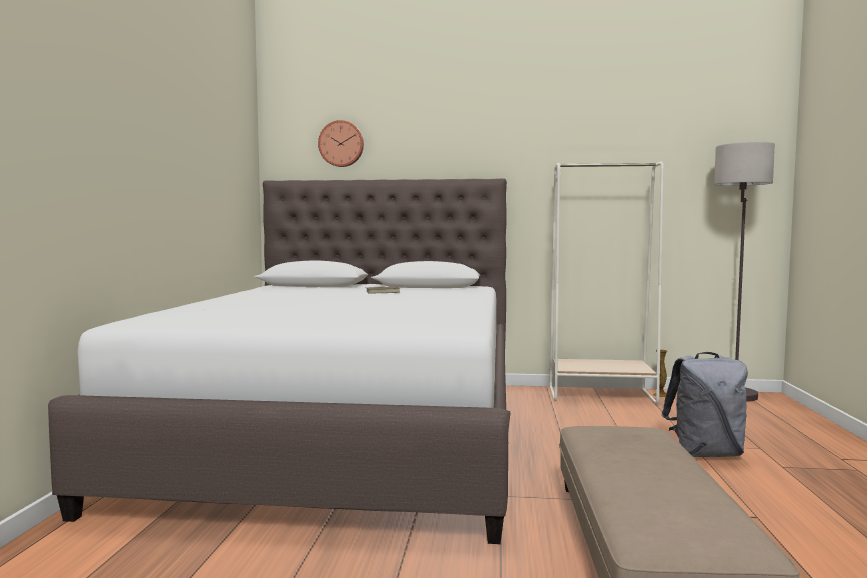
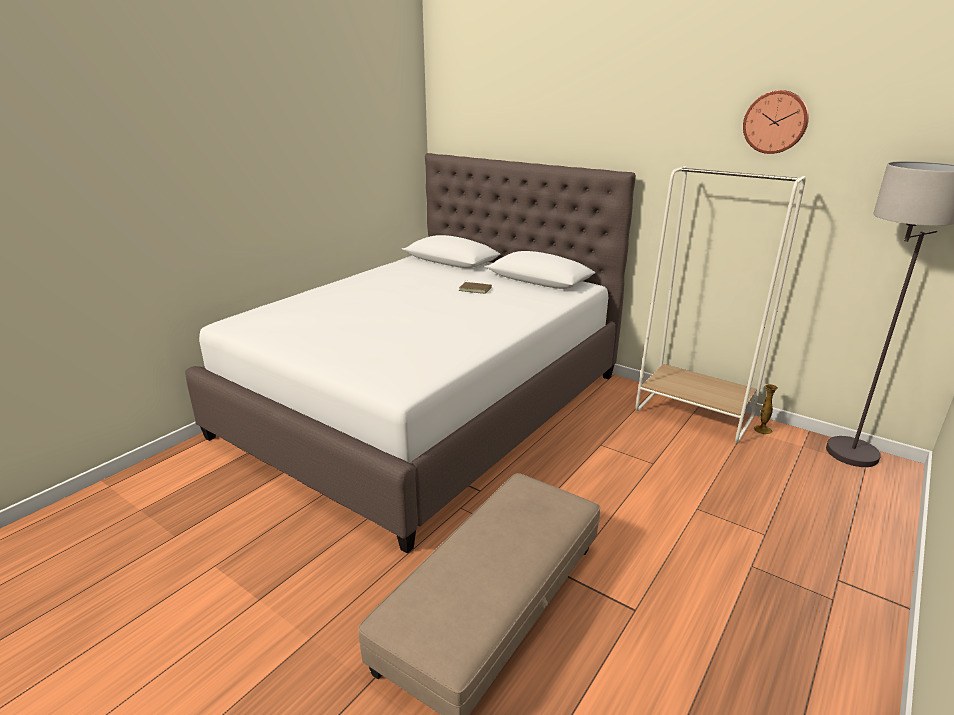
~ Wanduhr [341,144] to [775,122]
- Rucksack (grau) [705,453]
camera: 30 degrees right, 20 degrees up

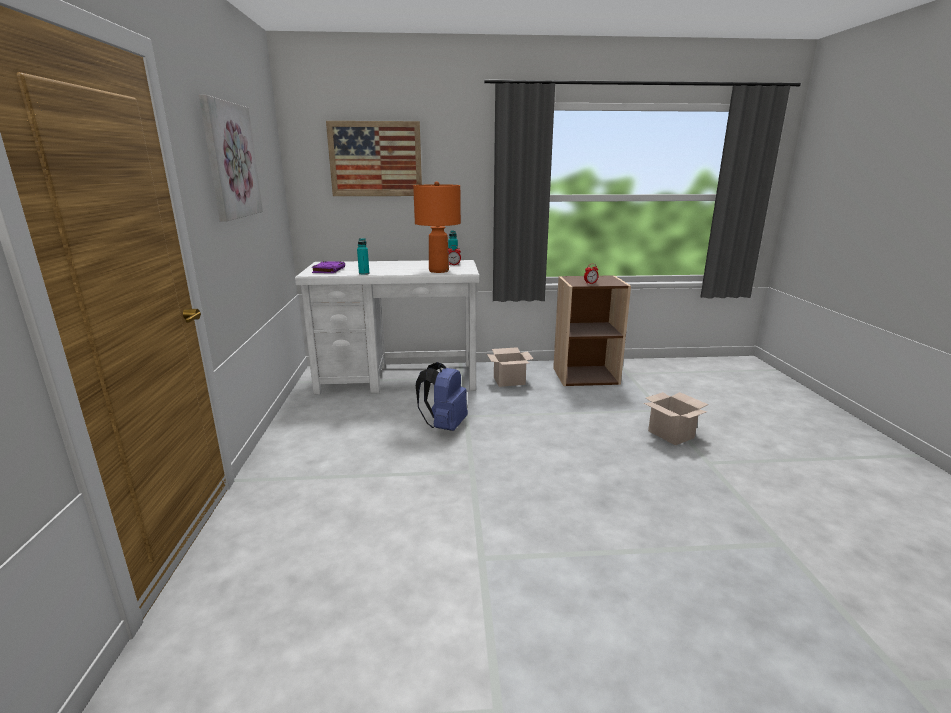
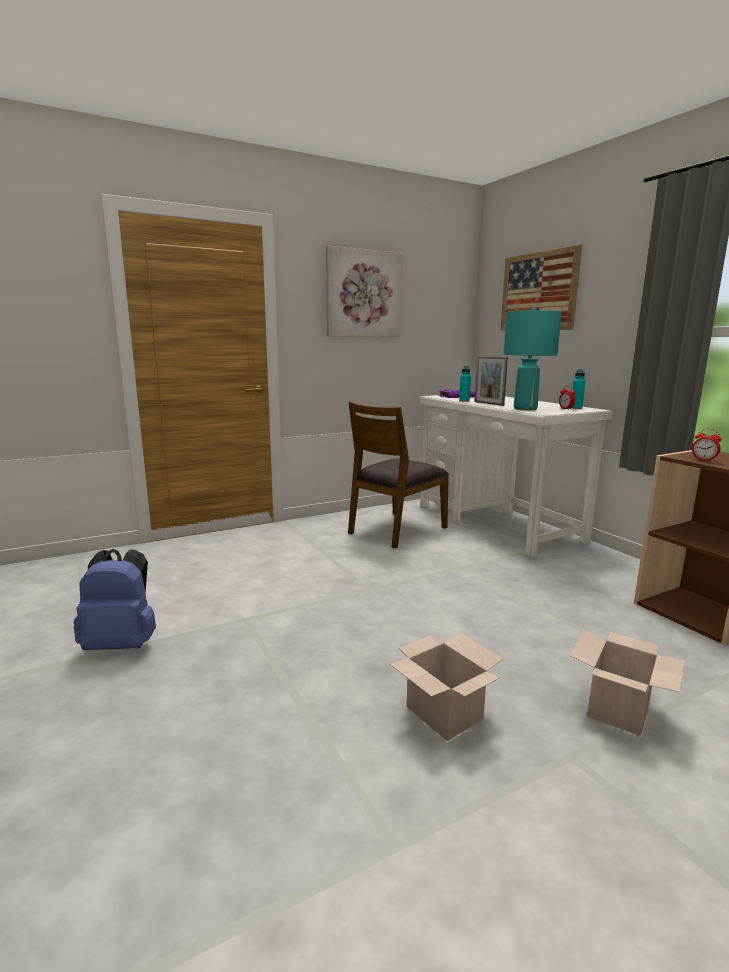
~ Tischlampe (orange) [438,271] to Tischlampe (türkis) [524,409]
~ Karton [508,381] to [442,713]
~ Rucksack (blau) [444,426] to [122,644]
+ Bilderrahmen [488,403]
+ Stuhl (braun) [396,530]
camera: 65 degrees right, 5 degrees down

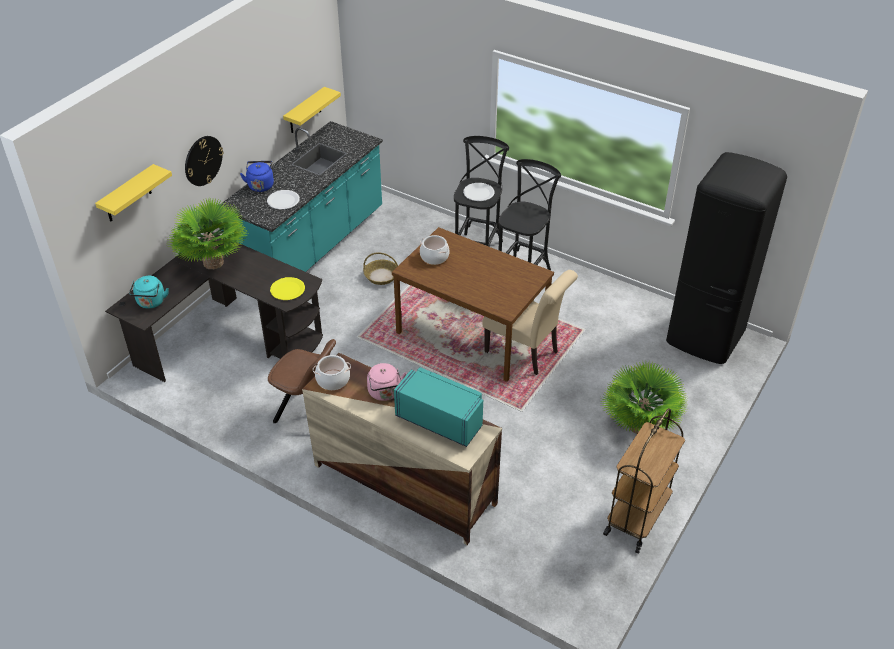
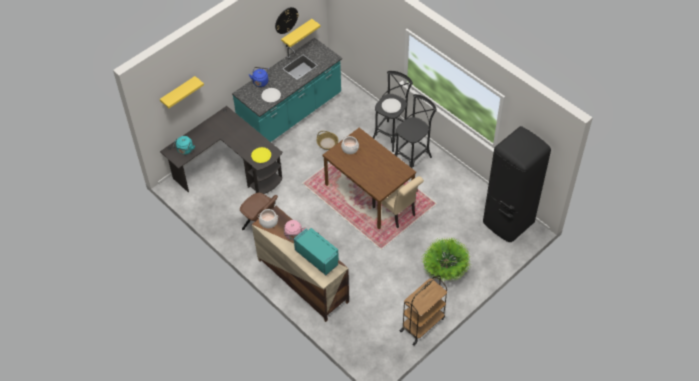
~ Wanduhr [203,160] to [286,20]
- Topfpflanze [213,262]
camera: 15 degrees right, 10 degrees up

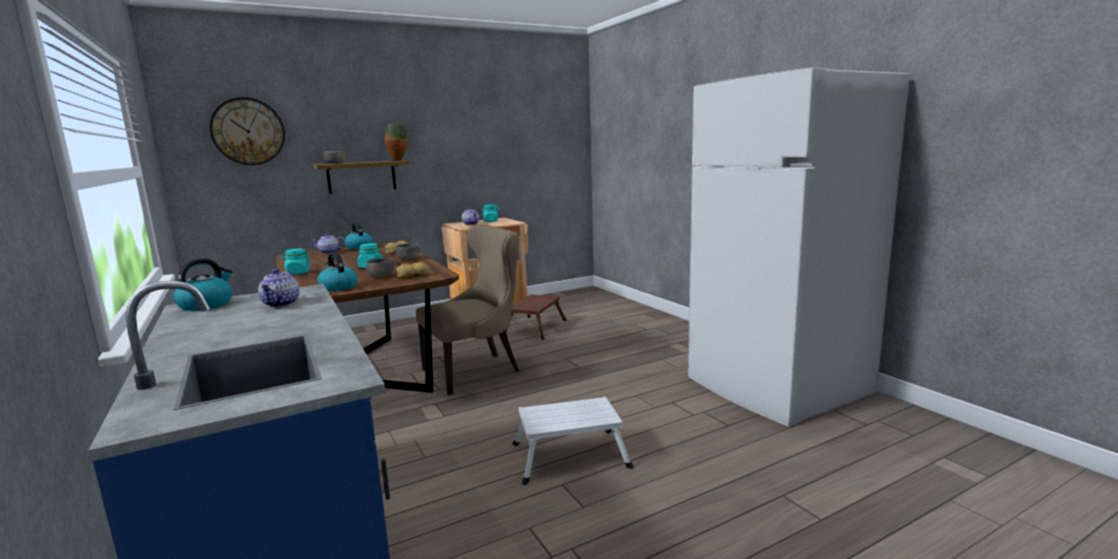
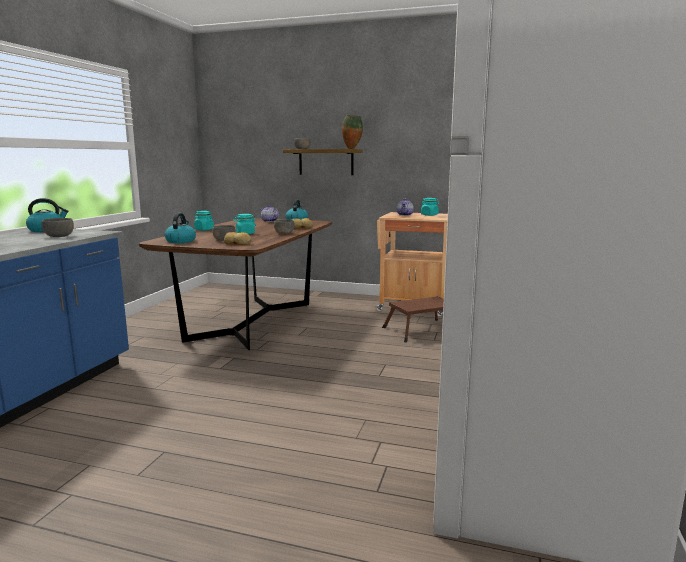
- Wanduhr [248,131]
- Stuhl (beige) [476,371]
~ Teekanne [281,304] to Schüssel (grau) [59,236]
- Trittleiter (weiß) [571,455]
camera: 45 degrees right, 0 degrees up

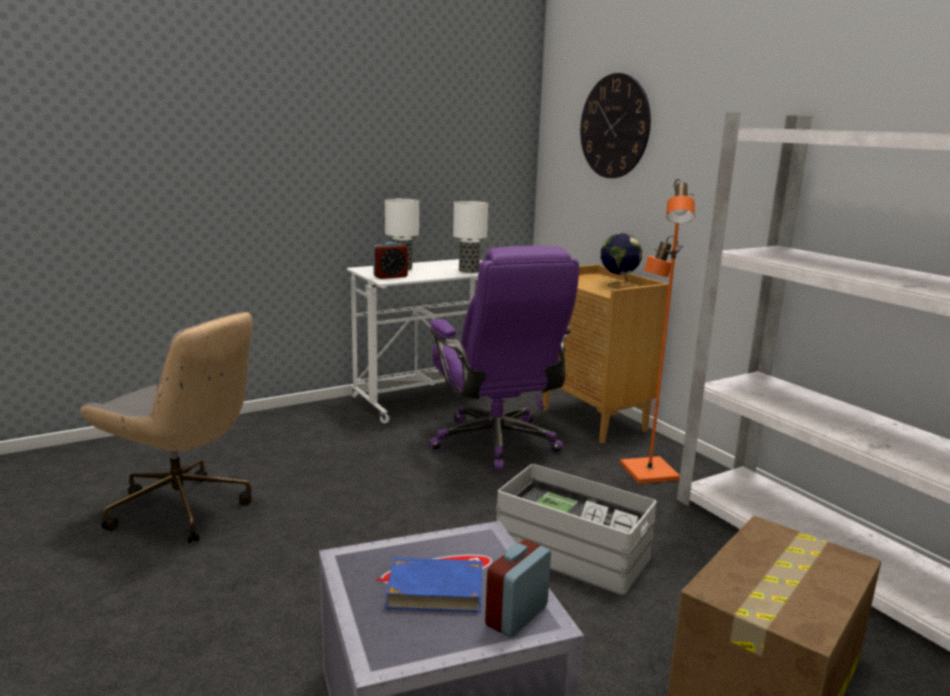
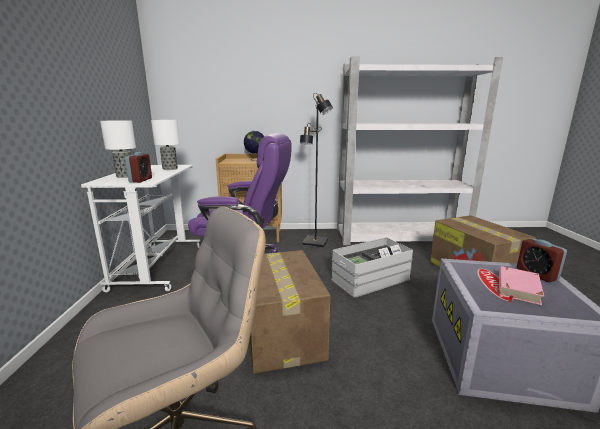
- Wanduhr [614,126]
~ Stehlampe (orange) [649,471] to Stehlampe (schwarz) [315,242]
~ Buch (blau) [435,590] to Buch (rosa) [517,288]
+ Karton [281,331]
camera: 60 degrees left, 0 degrees up

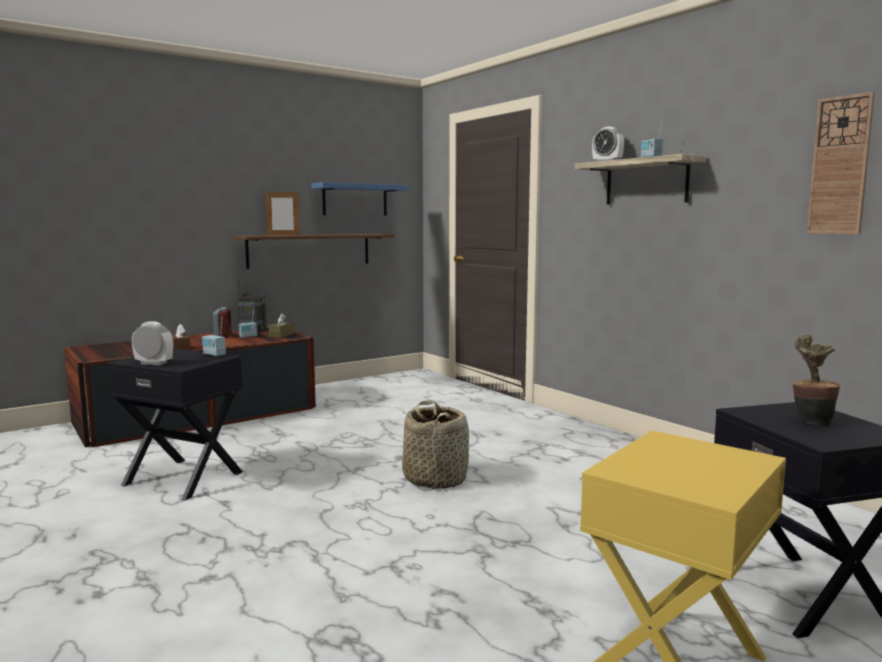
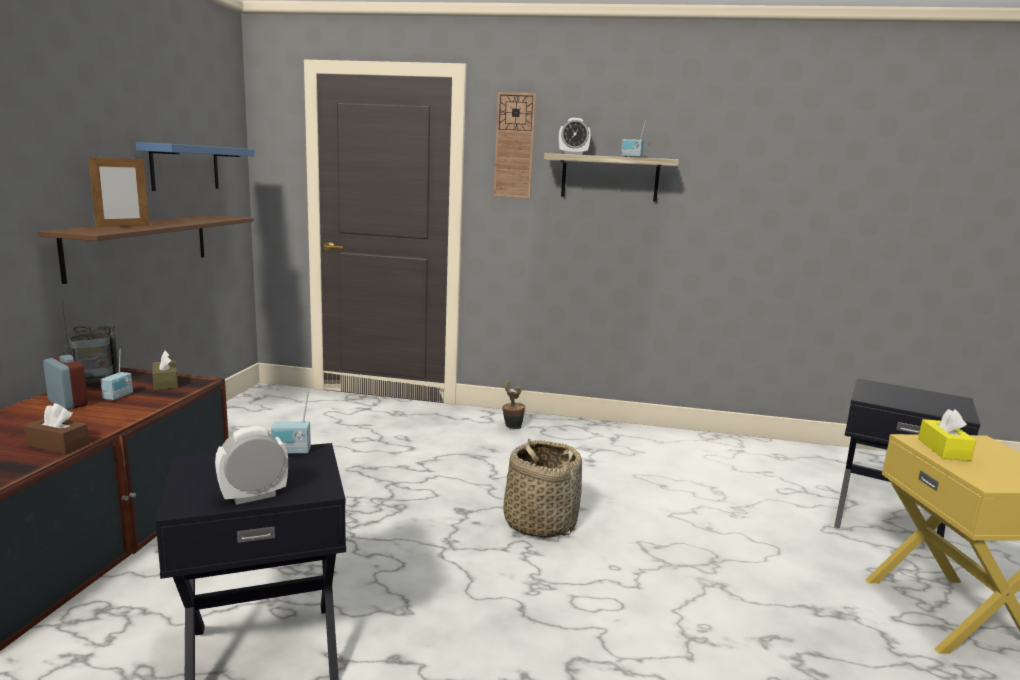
~ Wanduhr [840,166] to [514,146]
~ Topfpflanze [810,422] to [511,427]
+ Taschentuchbox (gelb) [943,449]
camera: 45 degrees left, 5 degrees up

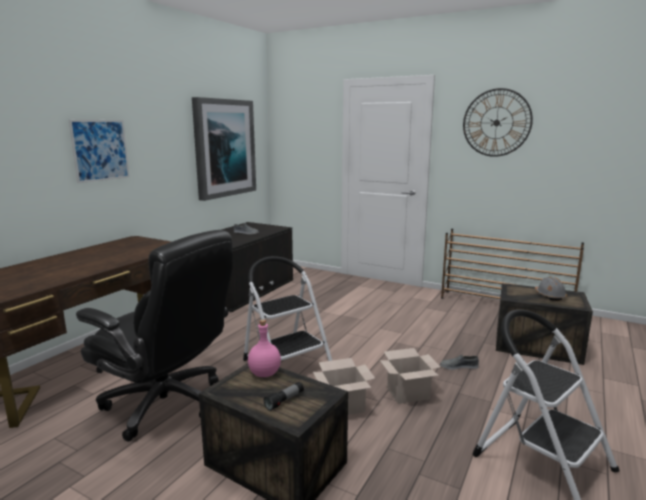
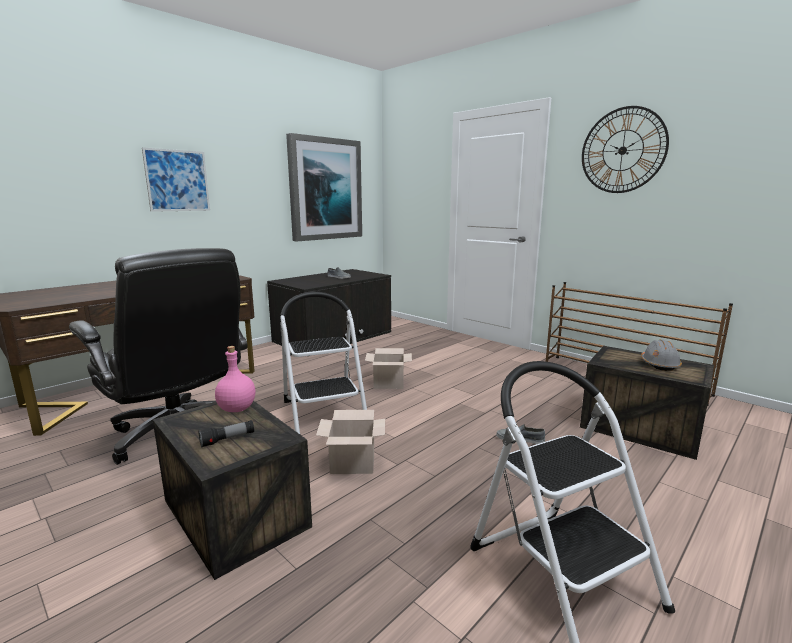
~ Karton [407,394] to [388,384]
camera: 15 degrees right, 0 degrees up

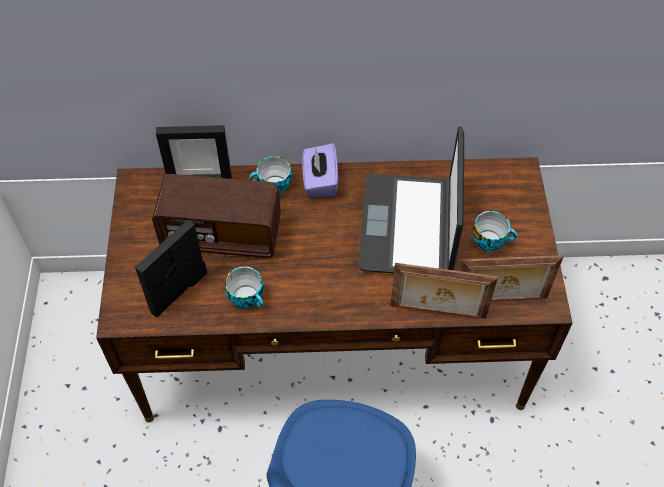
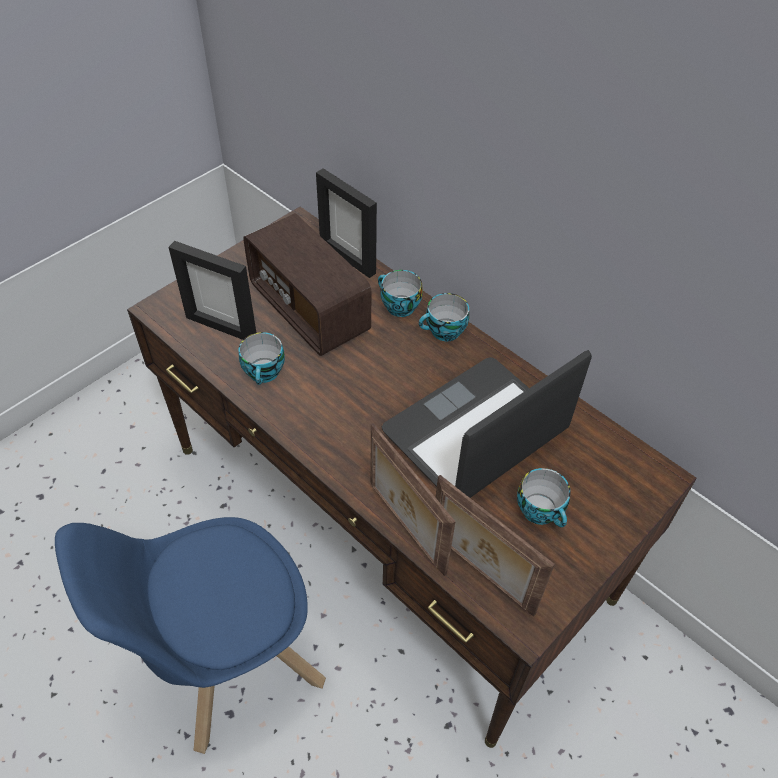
~ Taschentuchbox (lila) [320,181] to Tasse [444,332]
~ Bilderrahmen [179,292] = [222,326] 150 degrees counterclockwise
camera: 45 degrees right, 5 degrees down

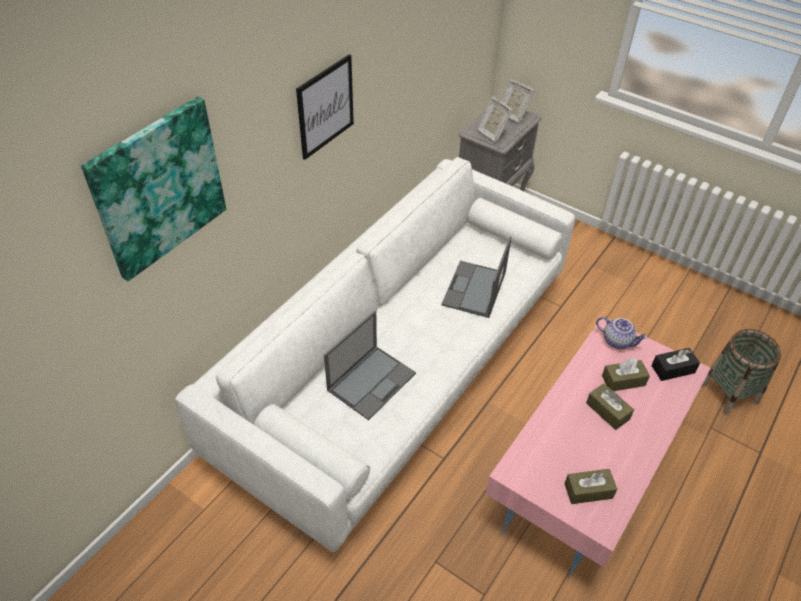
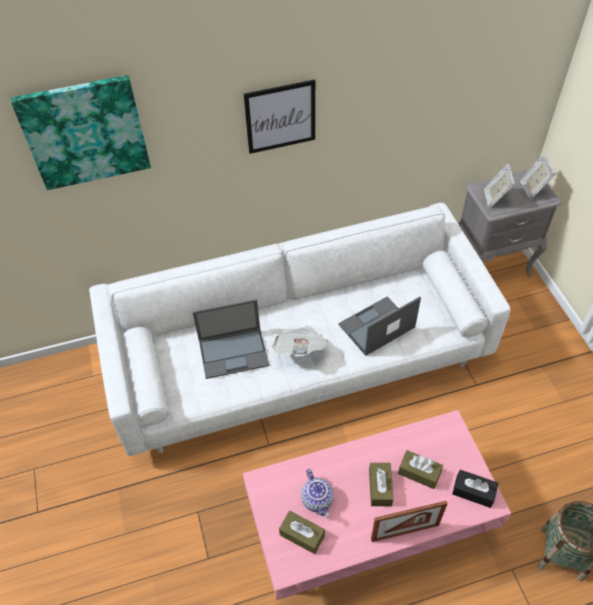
~ Teekanne [617,341] to [318,500]
+ Zeitung [300,349]
+ Bilderrahmen [405,532]
camera: 40 degrees right, 5 degrees up

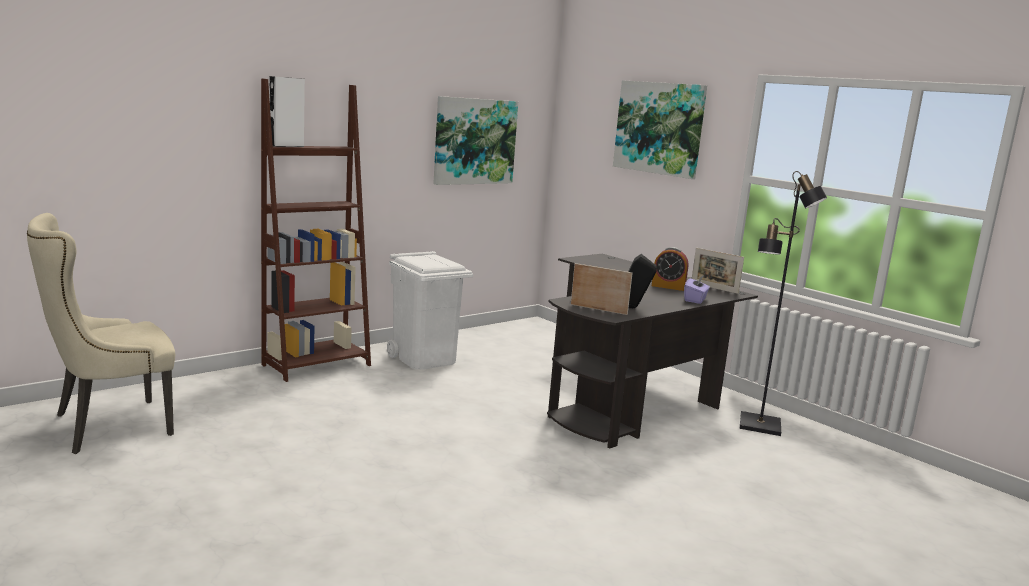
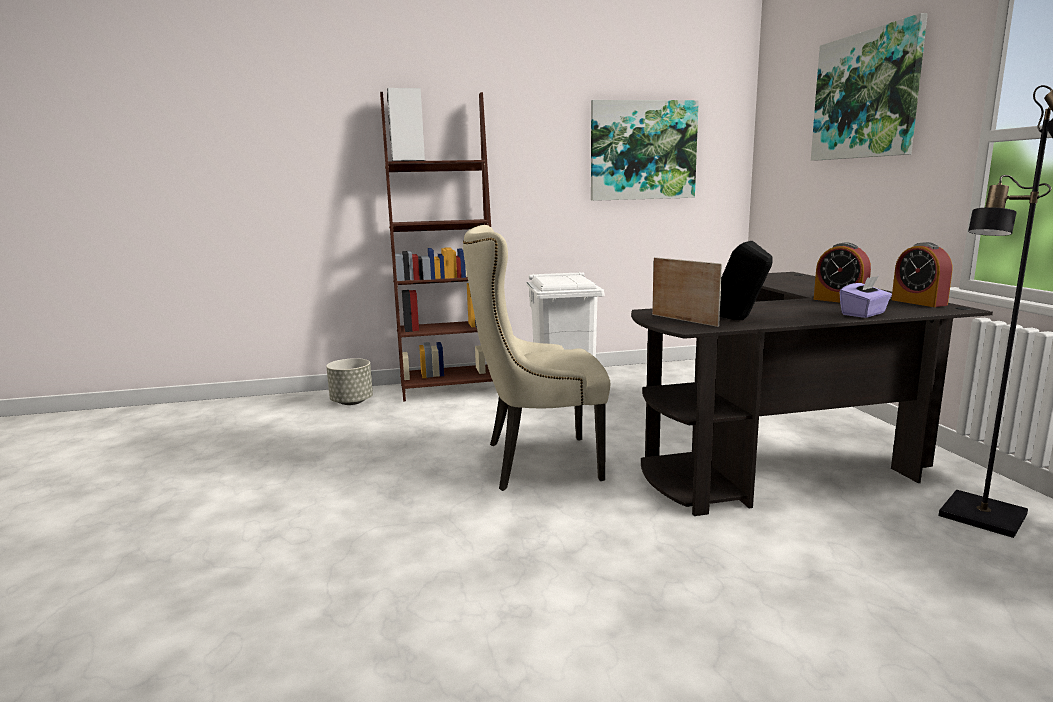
~ Stuhl (beige) [110,426] to [539,462]
~ Bilderrahmen [714,288] to Wecker [918,302]
+ Pflanzkübel (grau) [351,402]
camera: 30 degrees right, 0 degrees up

